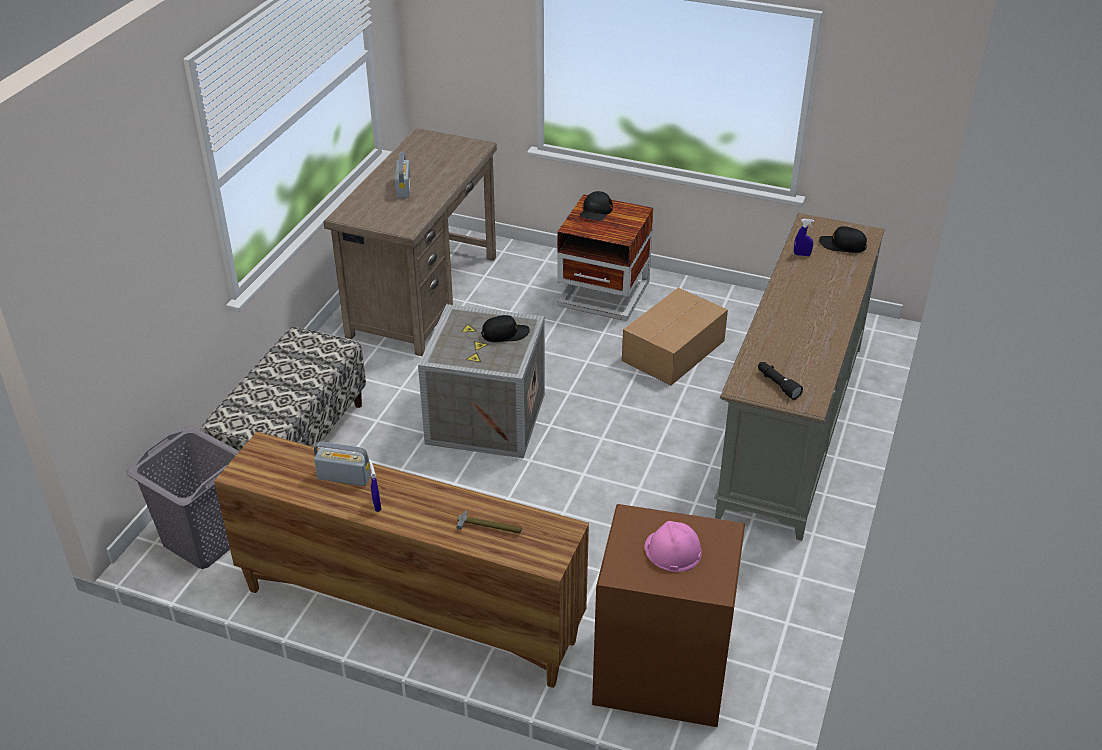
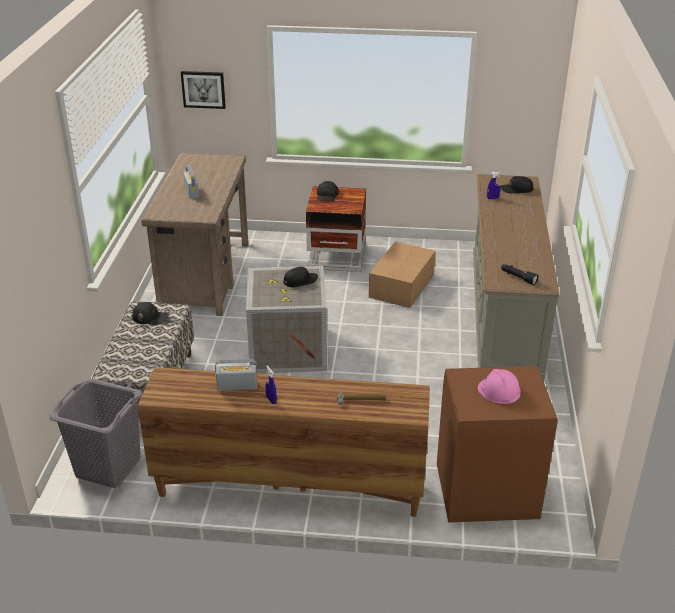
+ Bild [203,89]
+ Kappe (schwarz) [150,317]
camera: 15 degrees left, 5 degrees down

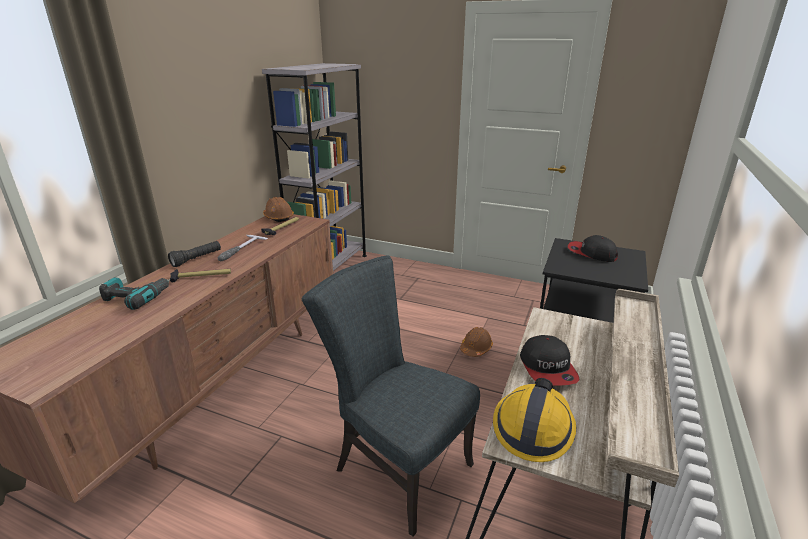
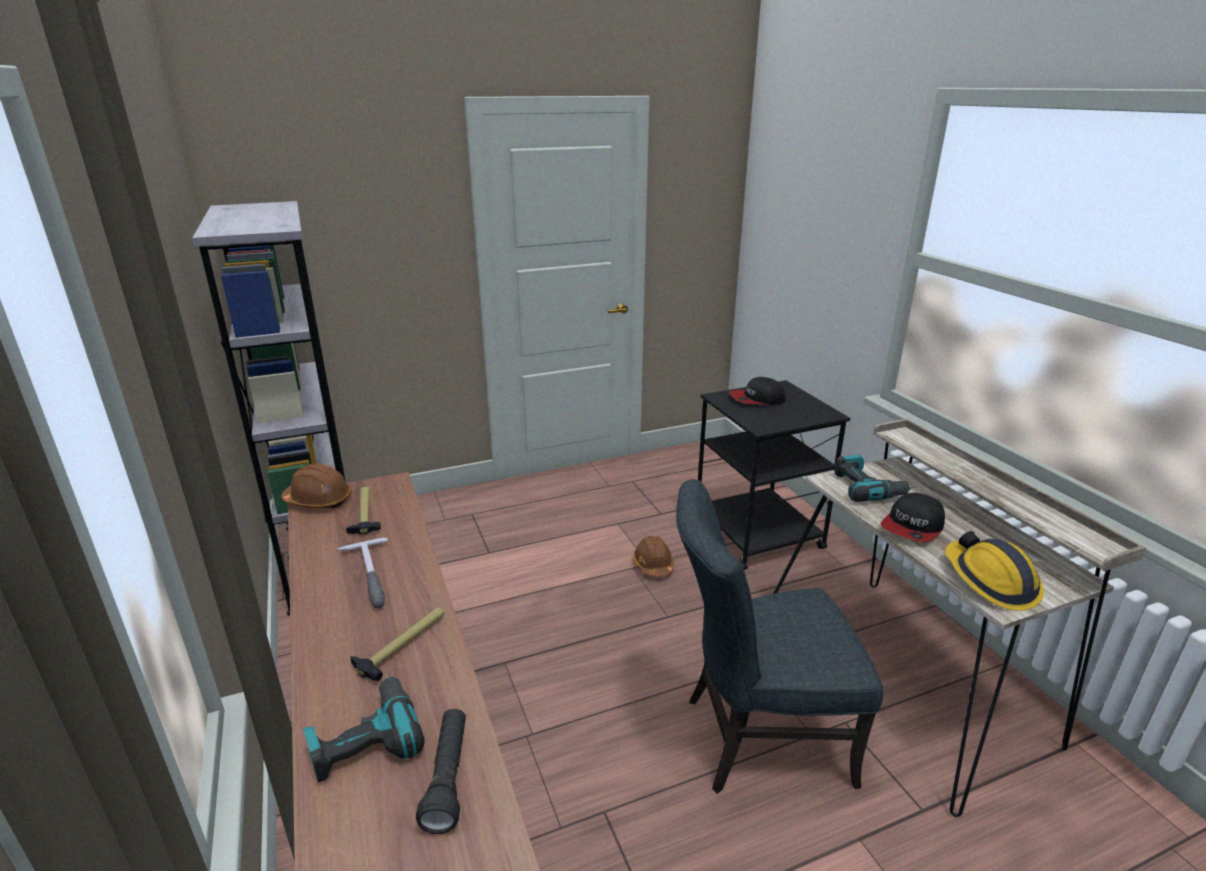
~ Taschenlampe (schwarz) [197,259] to [448,778]
~ Kappe [548,368] = [913,526] 90 degrees clockwise
+ Bohrmaschine [867,488]
camera: 45 degrees left, 0 degrees up

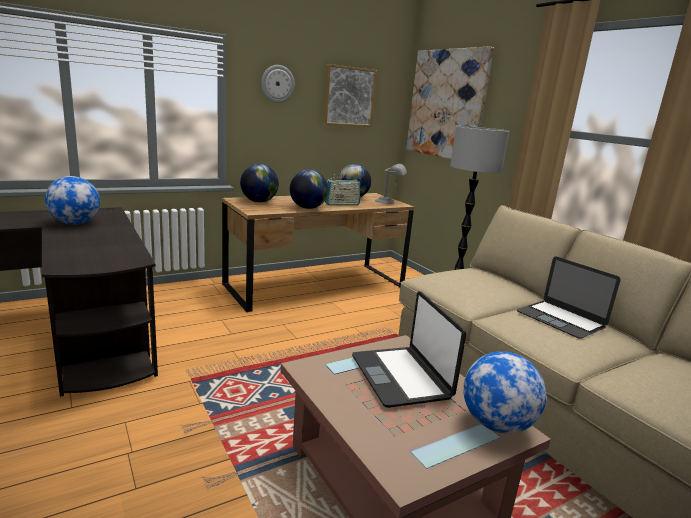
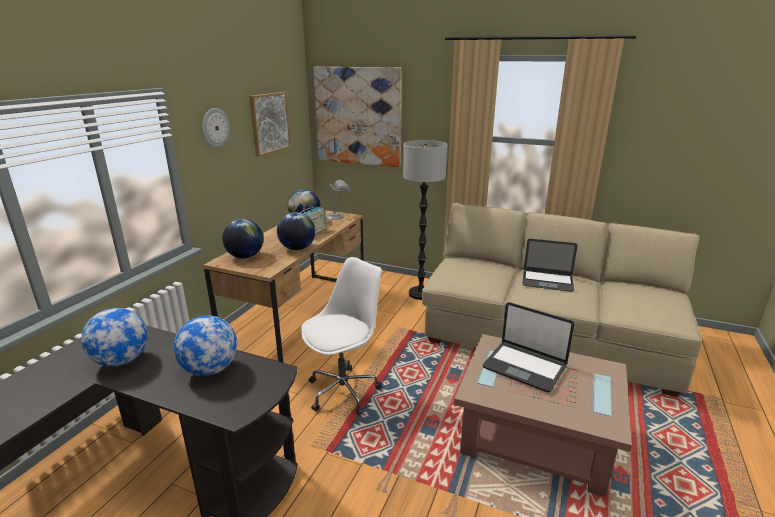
~ Globus [496,424] to [210,370]
+ Bürostuhl (weiß) [344,391]
camera: 35 degrees left, 5 degrees up

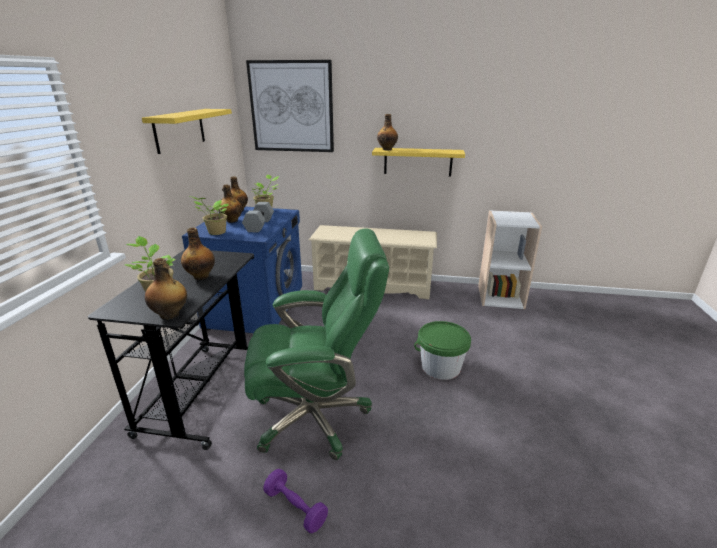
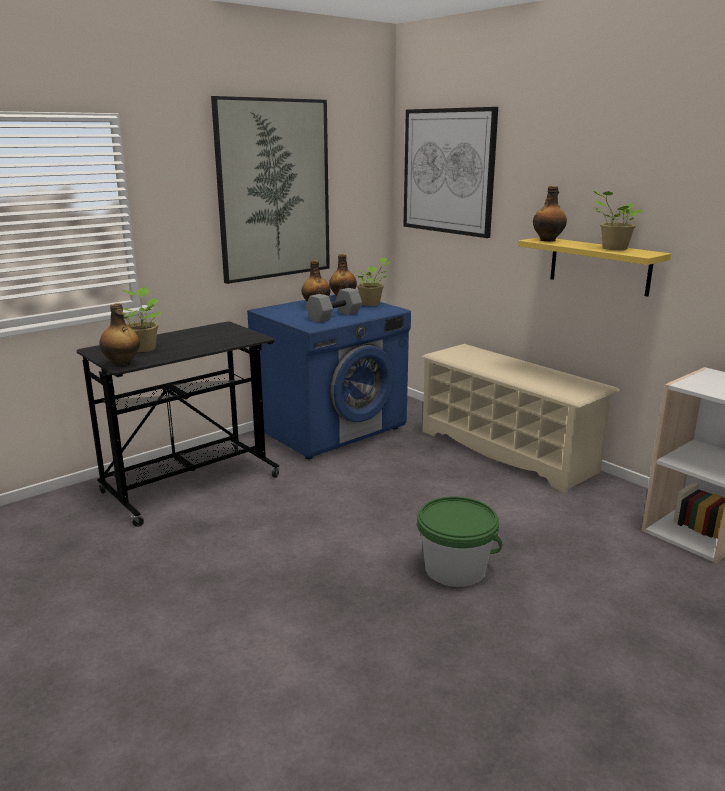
~ Wandregal (gelb) [180,130] to Bild [274,190]
~ Topfpflanze [215,232] to [612,248]
- Flasche [201,276]
- Bürostuhl (grün) [316,420]
- Hantel (lila) [295,508]
camera: 40 degrees right, 5 degrees down

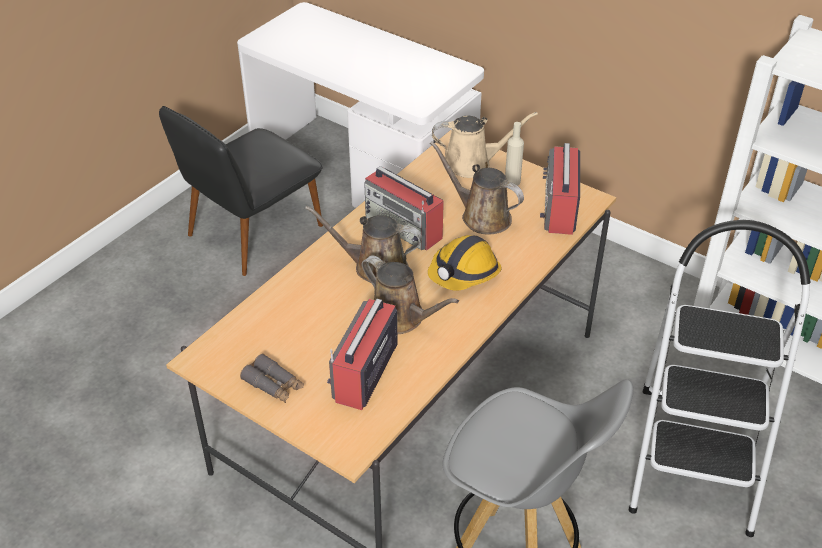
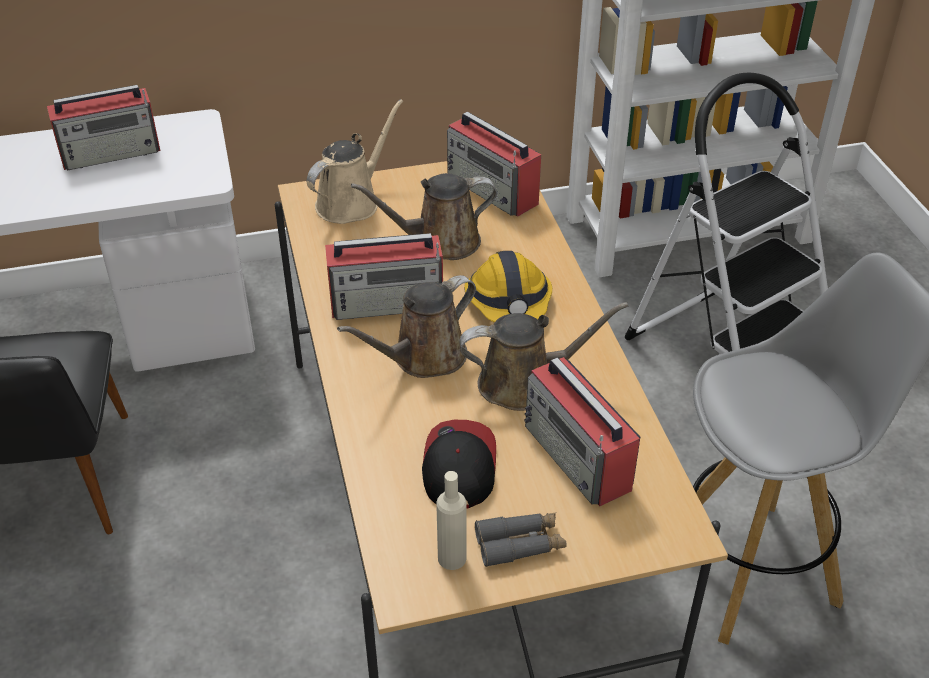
~ Flasche (beige) [512,181] to [452,558]
+ Radio [112,153]
+ Kappe [458,466]
camera: 50 degrees left, 0 degrees up

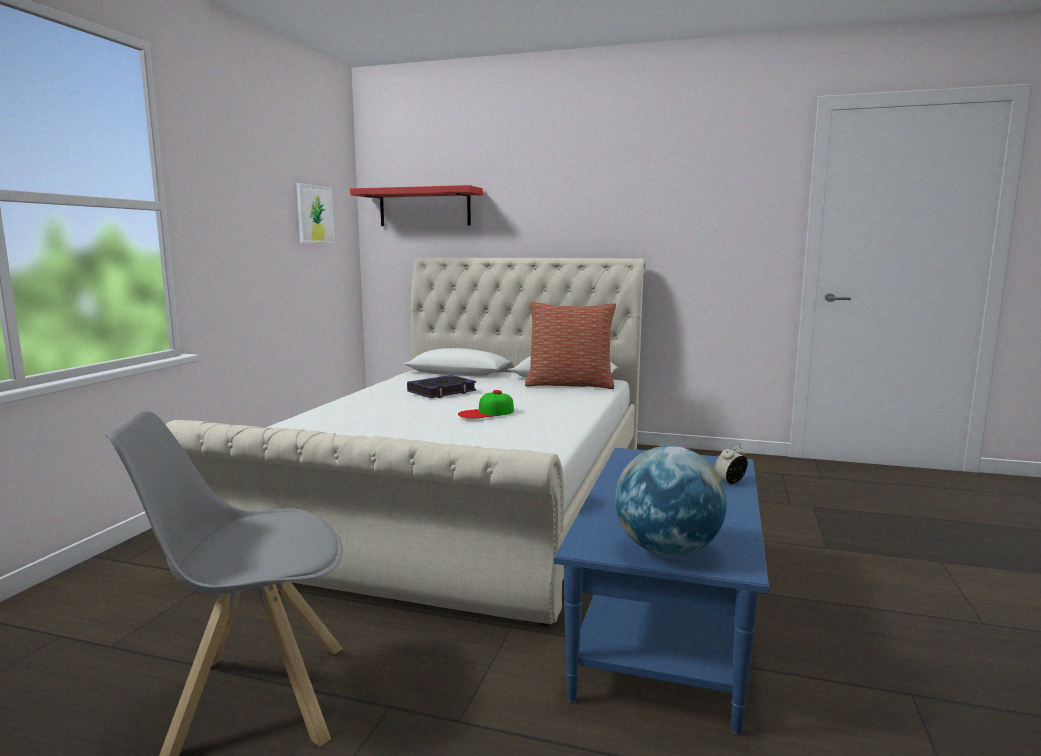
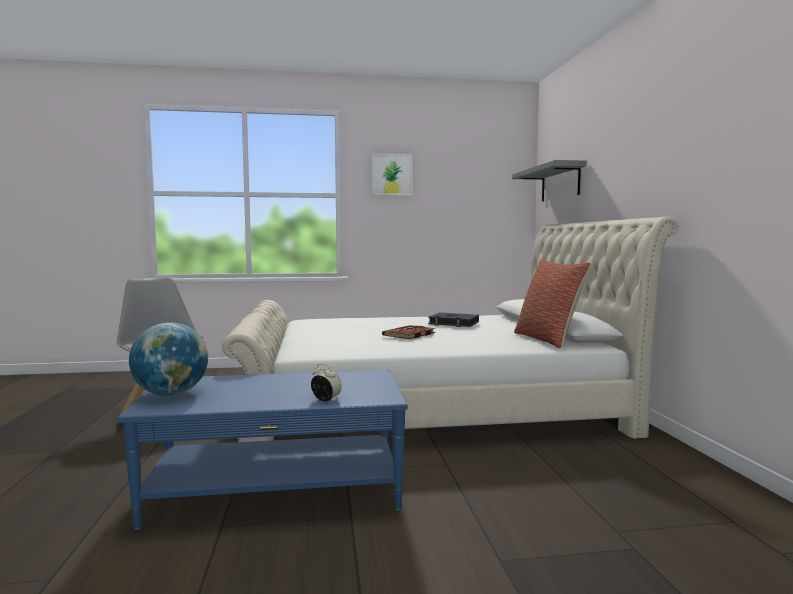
~ Bild [314,214] to [392,174]
~ Wandregal (rot) [424,207] to Wandregal (grau) [560,183]
~ Kappe [486,413] to Buch [409,335]
camera: 65 degrees right, 5 degrees down

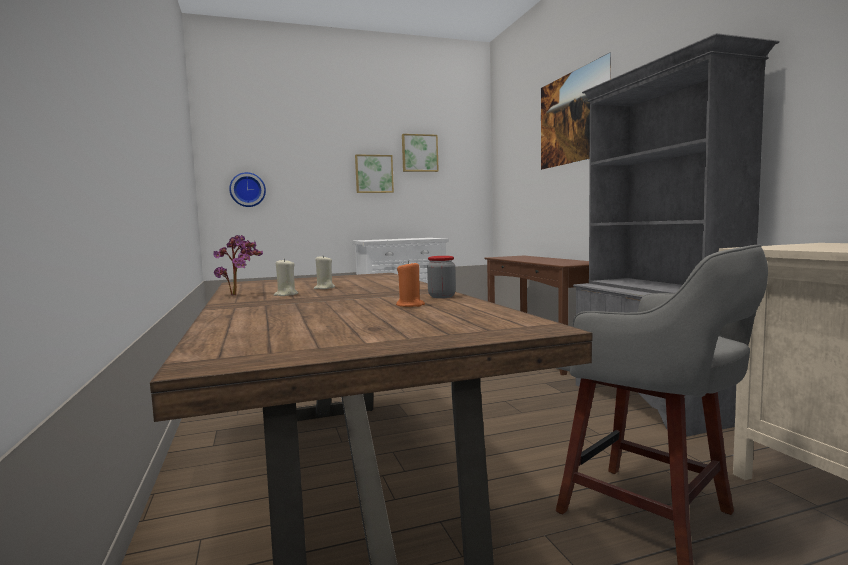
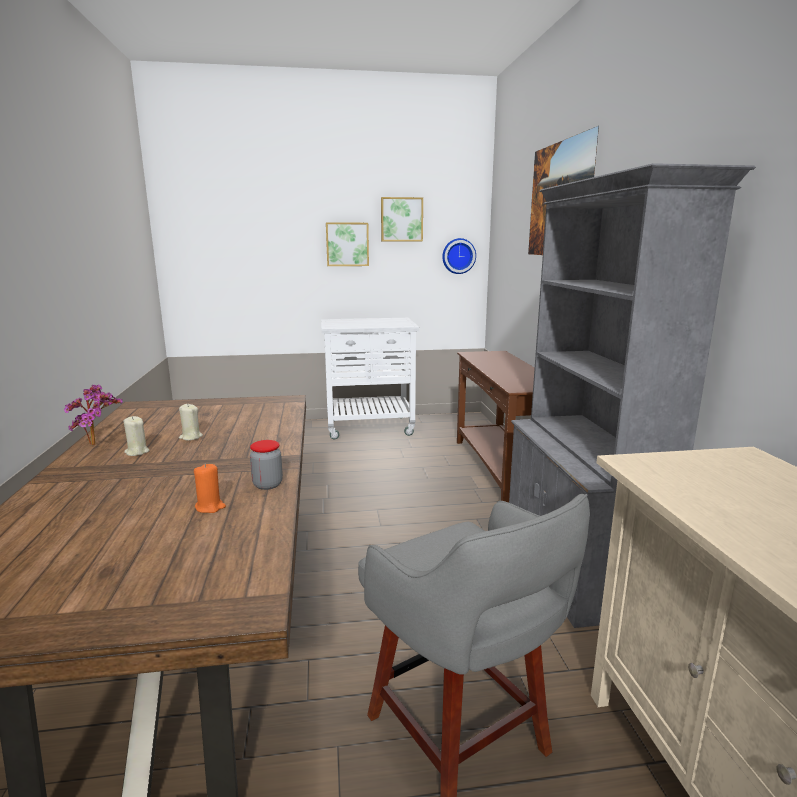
~ Wanduhr [247,190] to [458,256]
camera: 10 degrees right, 10 degrees up

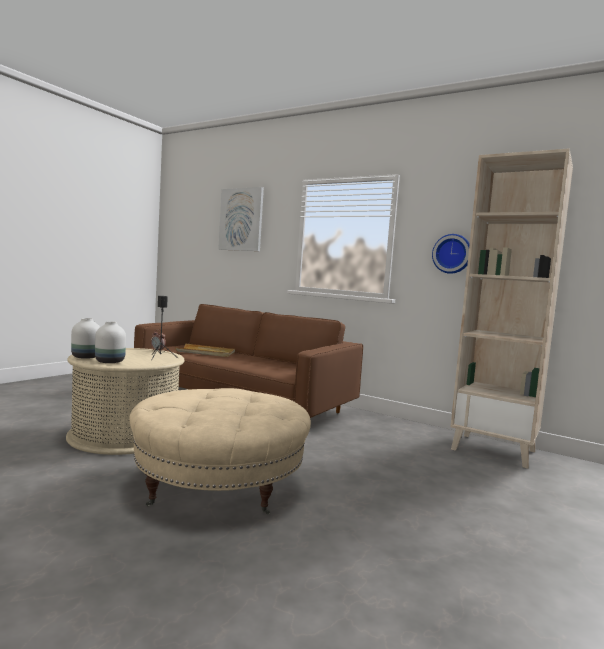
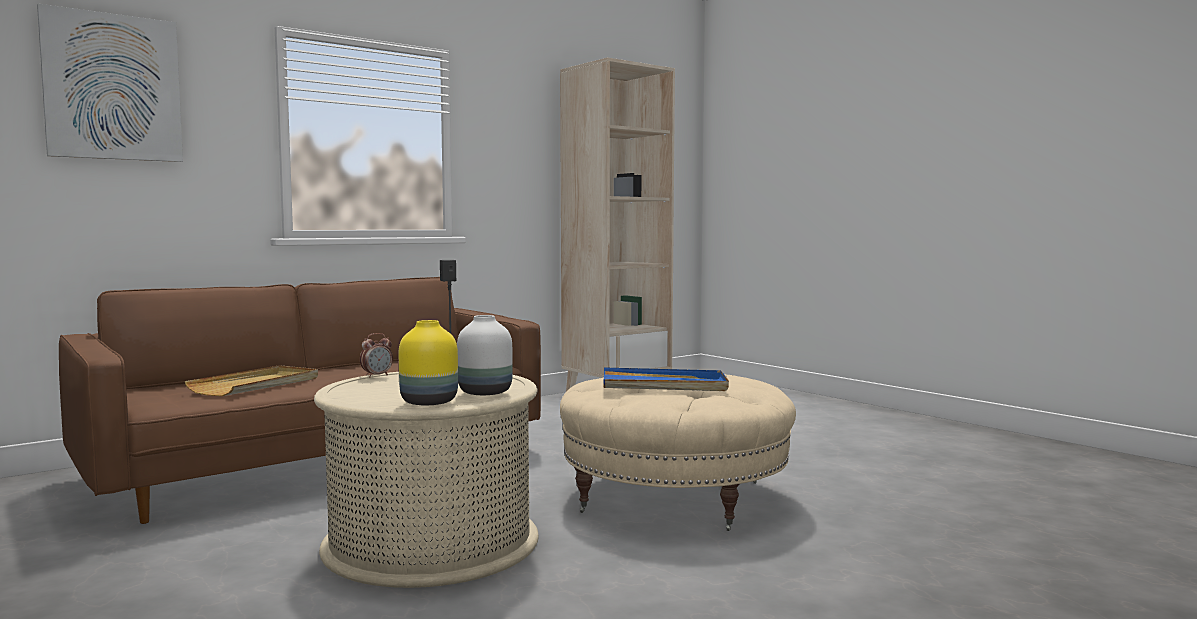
- Wanduhr [452,254]
~ Vase (weiß) [86,357] to Vase (gelb) [430,402]
+ Tablett (blau) [664,385]
camera: 70 degrees left, 0 degrees up

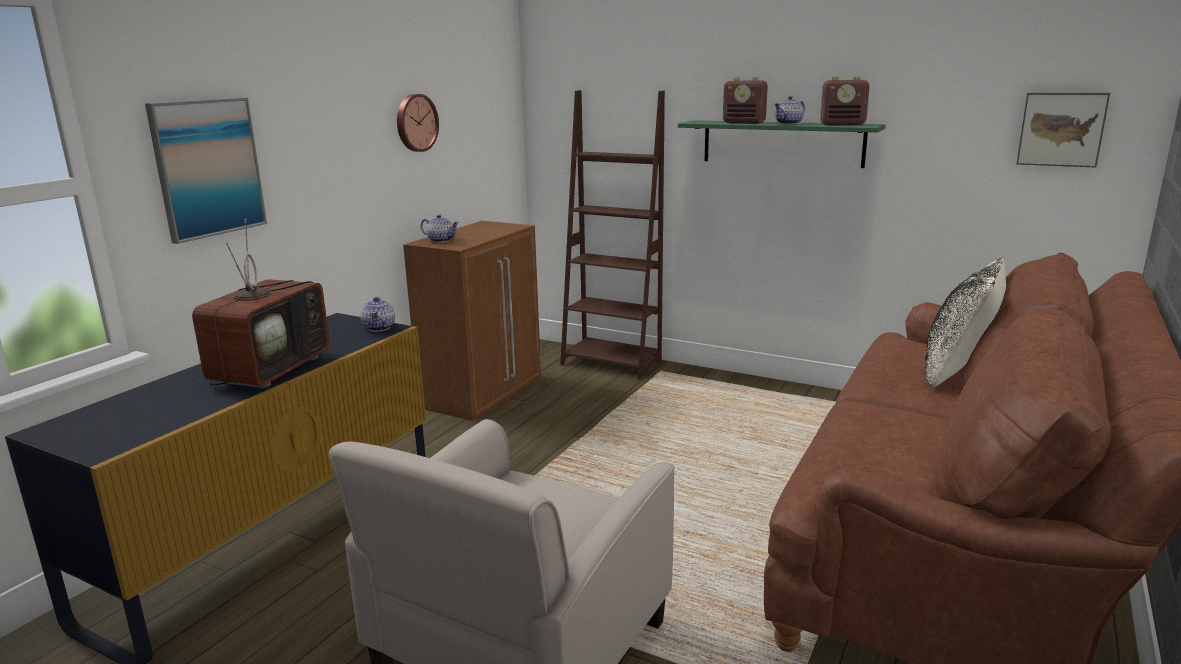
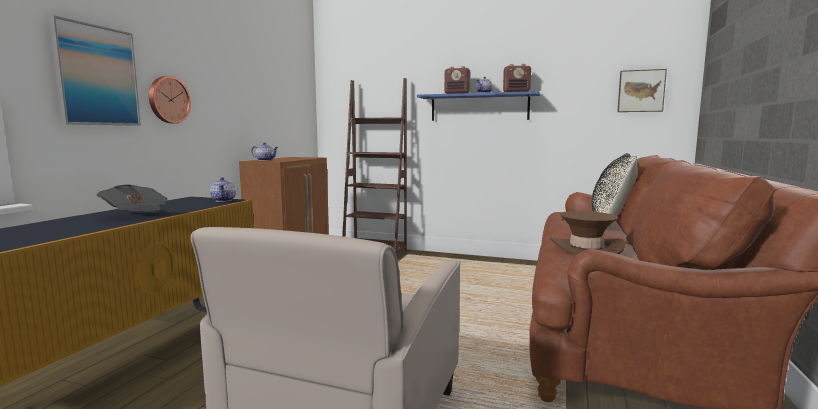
~ Wanduhr [415,123] to [168,100]
~ Wandregal (grün) [782,143] to Wandregal (blau) [479,107]
~ Fernseher [270,368] to Zeitung [137,216]
+ Hut (braun) [586,249]
camera: 10 degrees left, 10 degrees down

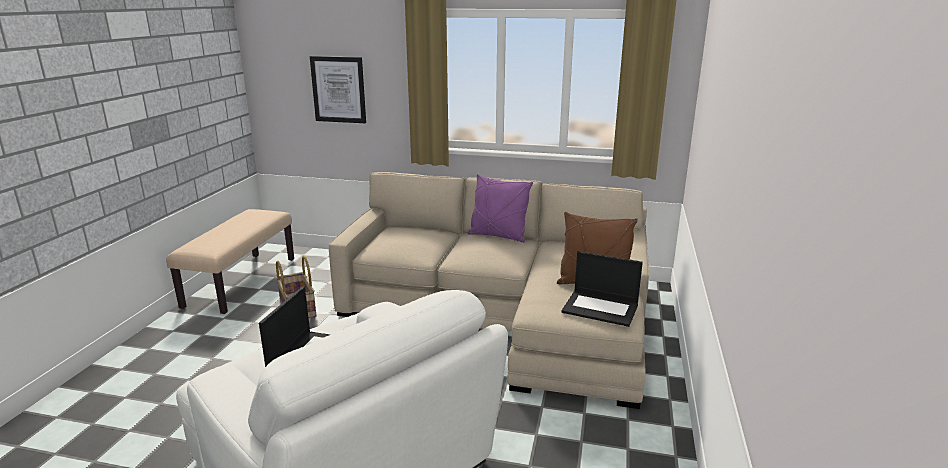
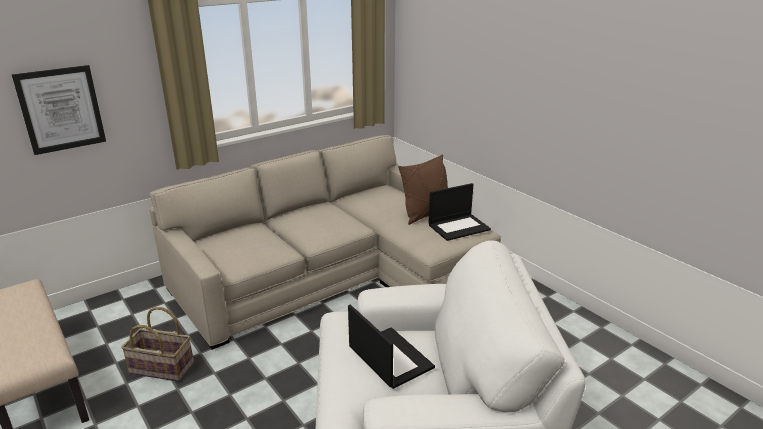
- Kissen (lila) [498,236]
camera: 50 degrees left, 5 degrees up

